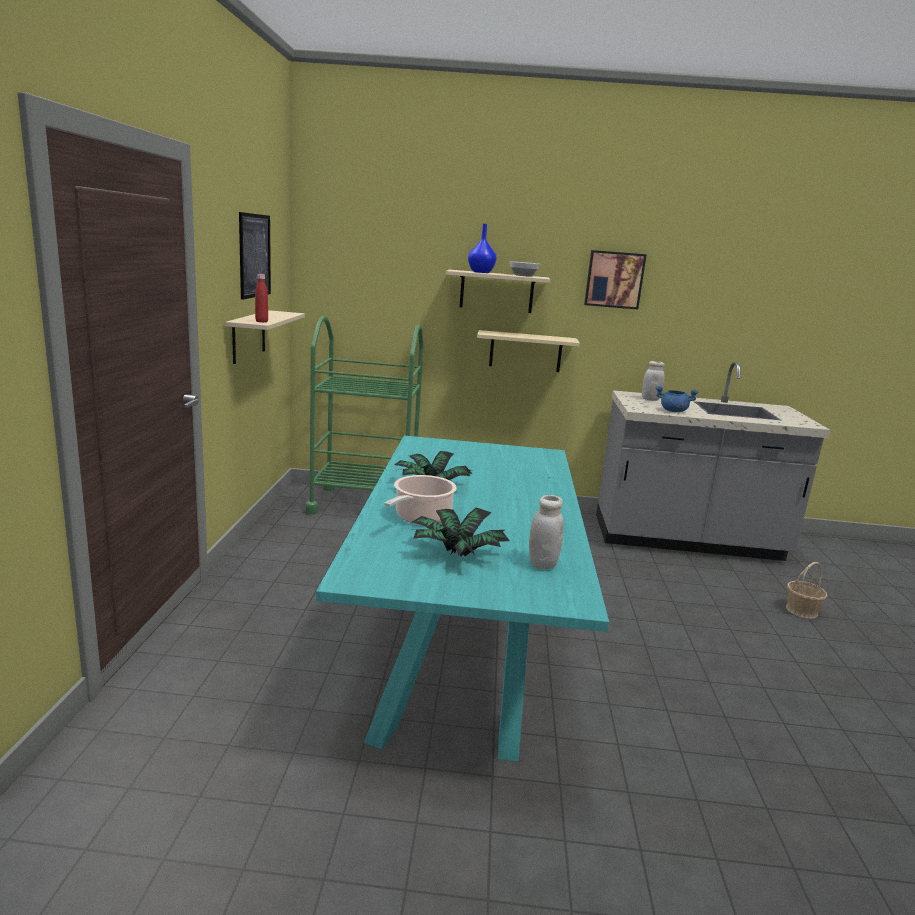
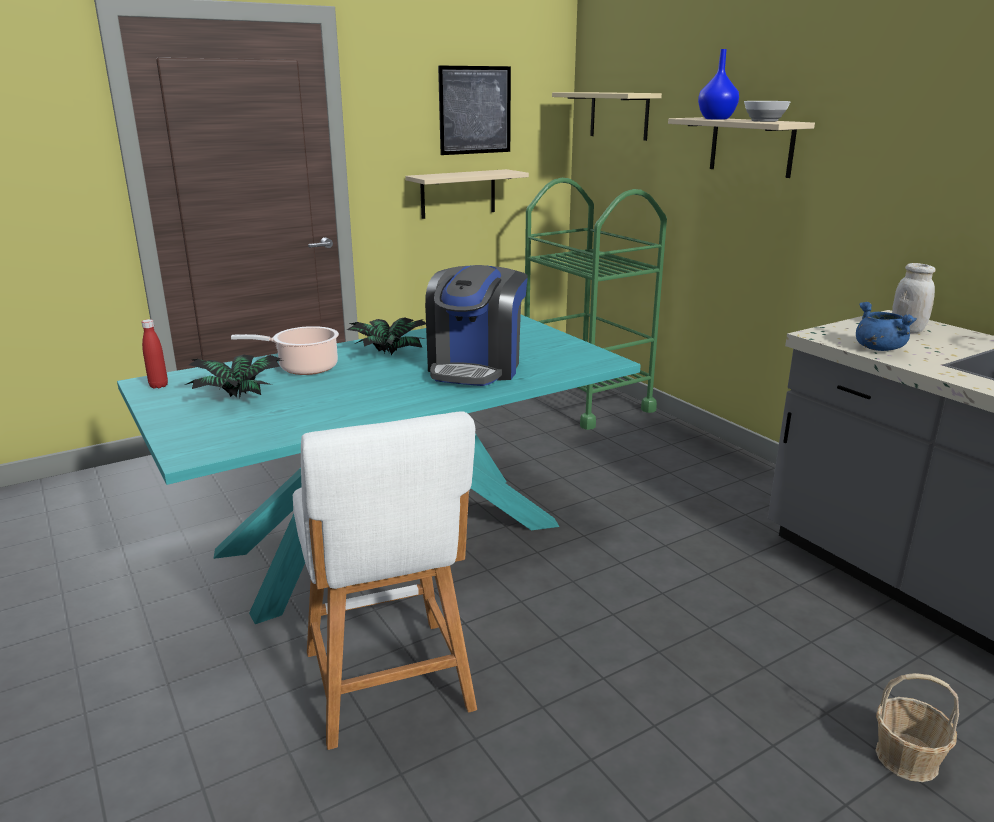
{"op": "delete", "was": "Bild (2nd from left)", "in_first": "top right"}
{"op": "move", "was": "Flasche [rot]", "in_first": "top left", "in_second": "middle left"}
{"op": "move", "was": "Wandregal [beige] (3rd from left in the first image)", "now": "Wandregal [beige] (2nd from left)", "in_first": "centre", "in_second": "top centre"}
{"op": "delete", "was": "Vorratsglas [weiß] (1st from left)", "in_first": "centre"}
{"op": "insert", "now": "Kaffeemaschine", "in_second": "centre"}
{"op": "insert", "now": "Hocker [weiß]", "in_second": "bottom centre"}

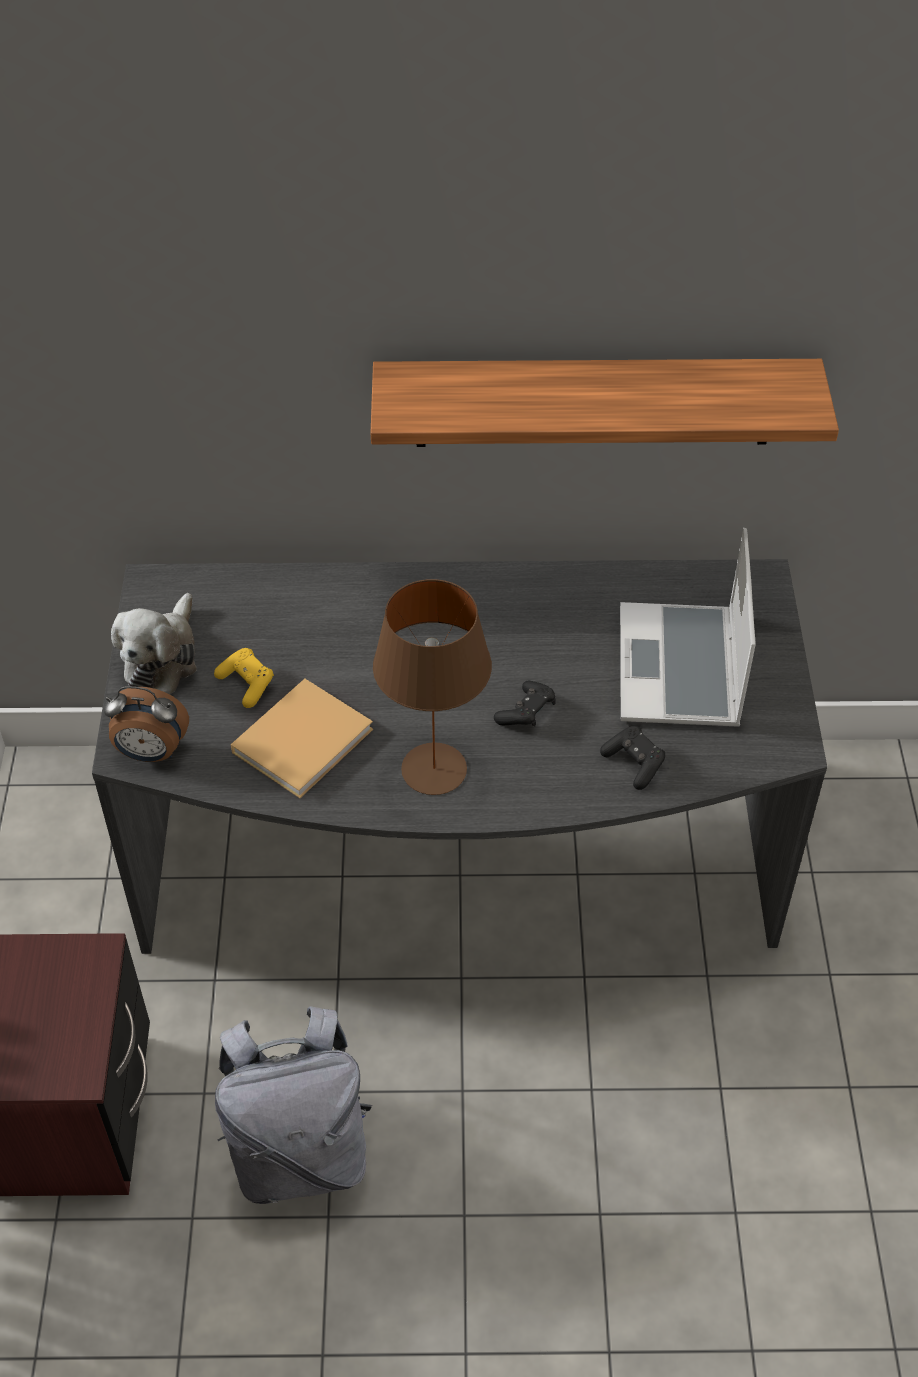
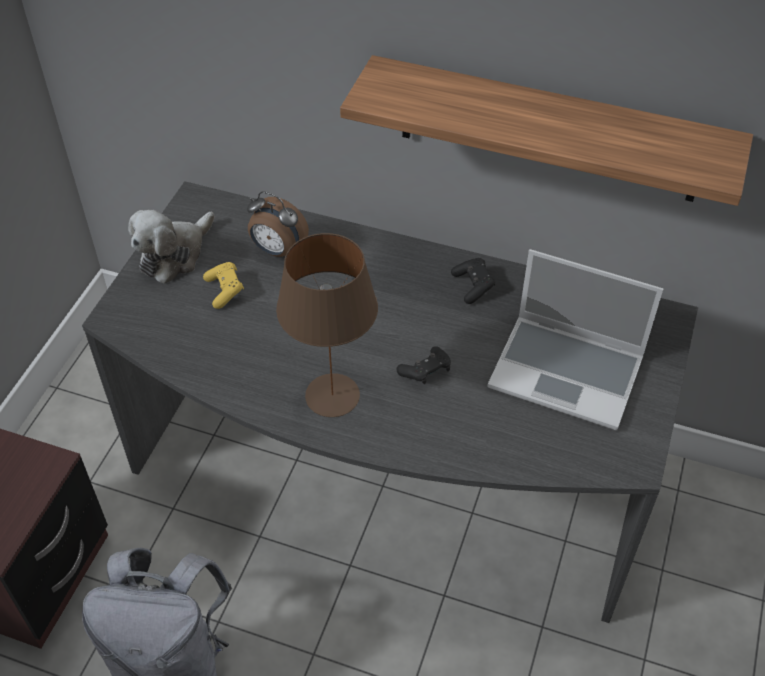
{"op": "rotate", "was": "Laptop", "in_first": "middle right", "in_second": "middle right", "clockwise": -90}
{"op": "delete", "was": "Buch [beige]", "in_first": "middle left"}
{"op": "move", "was": "Wecker", "in_first": "middle left", "in_second": "top centre"}
{"op": "move", "was": "Gamepad [schwarz] (2nd from left)", "in_first": "middle right", "in_second": "centre"}

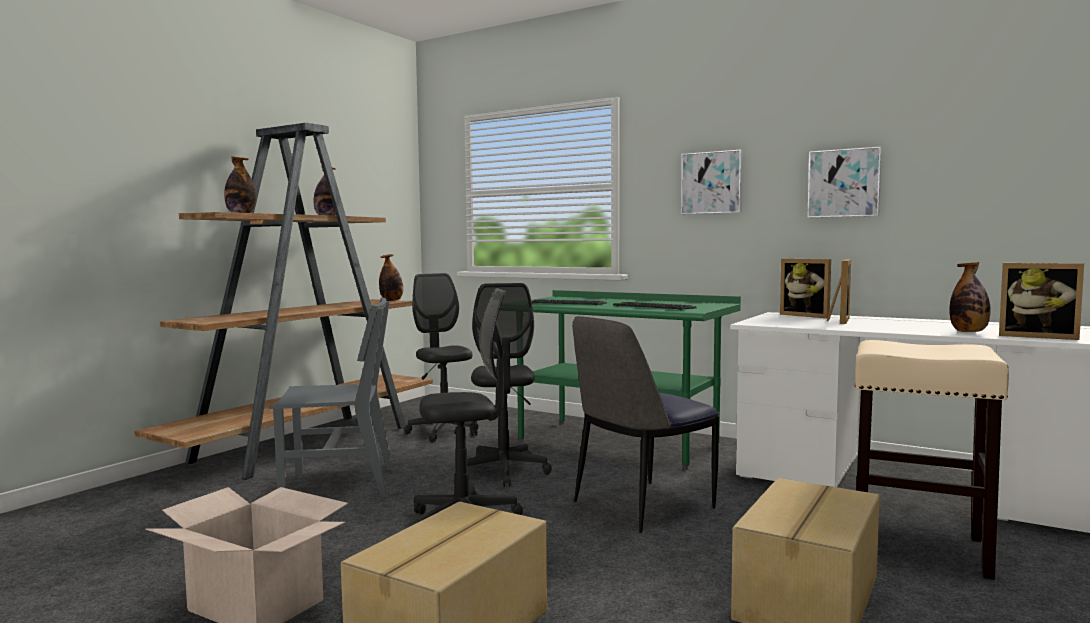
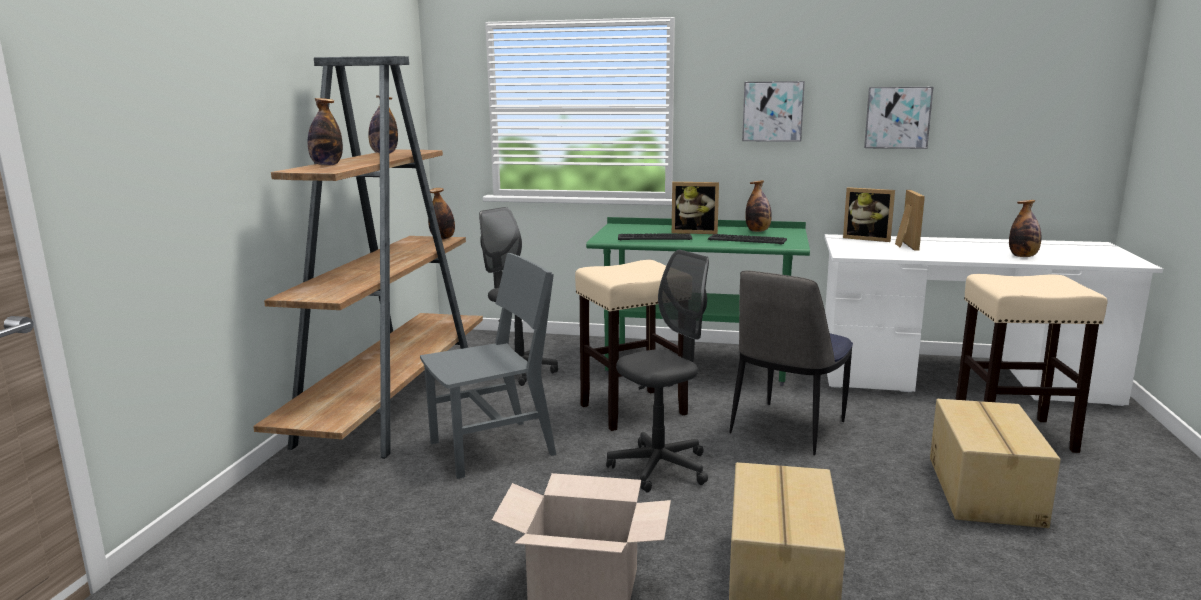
{"op": "move", "was": "Bilderrahmen (3rd from left in the first image)", "now": "Bilderrahmen (1st from left)", "in_first": "middle right", "in_second": "centre"}
{"op": "replace", "was": "Bürostuhl [grau] (3rd from left)", "now": "Hocker [beige] (1st from left)", "in_first": "centre", "in_second": "centre"}
{"op": "insert", "now": "Flasche (4th from left)", "in_second": "centre"}

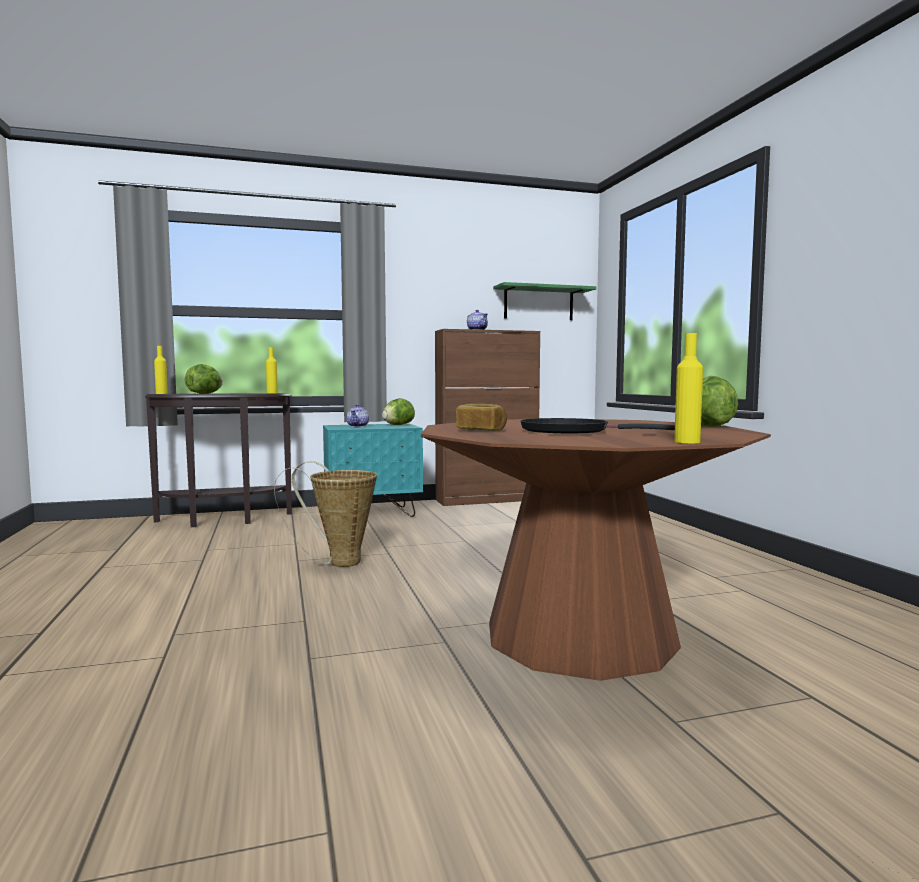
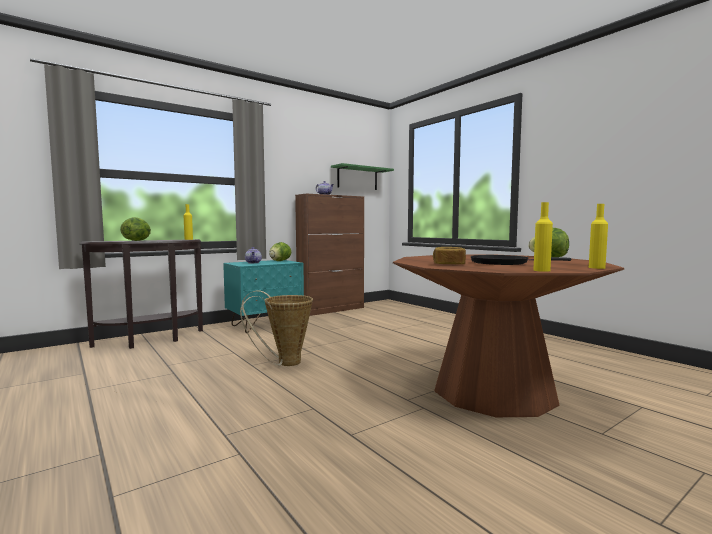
{"op": "move", "was": "Flasche [gelb] (1st from left in the first image)", "now": "Flasche [gelb] (2nd from left)", "in_first": "middle left", "in_second": "middle right"}

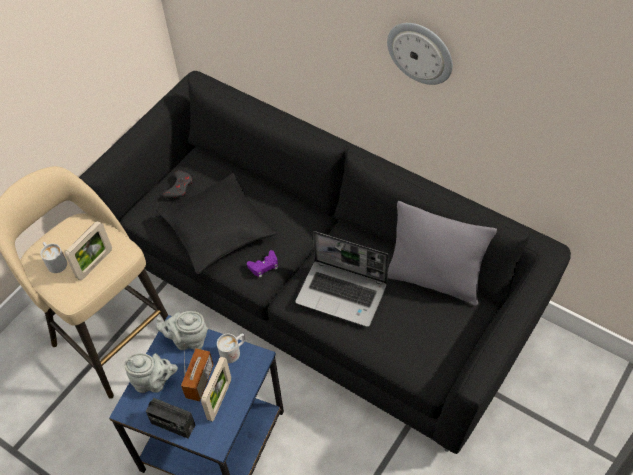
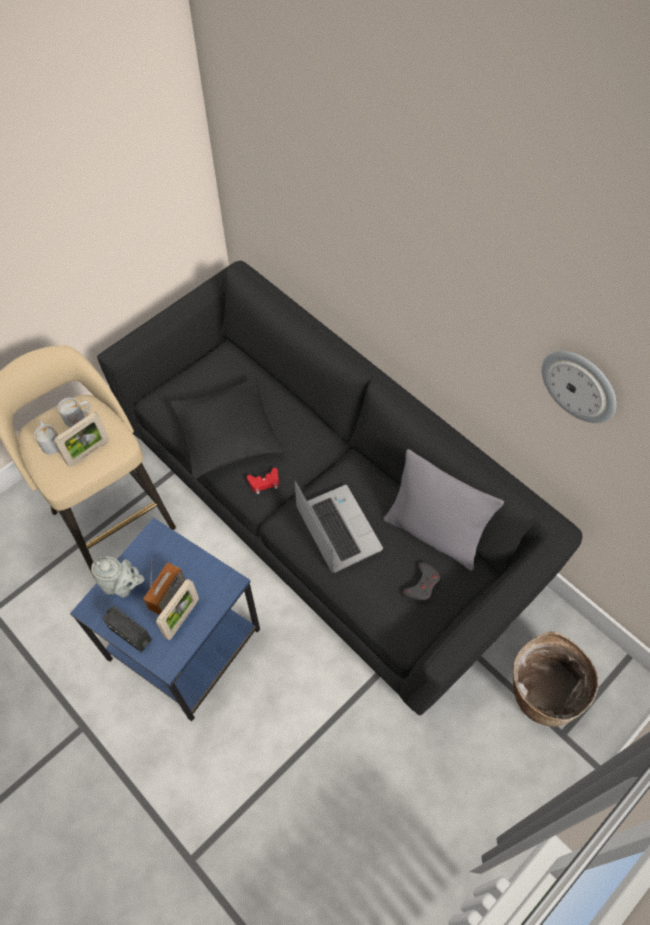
{"op": "move", "was": "Wanduhr", "in_first": "top centre", "in_second": "middle right"}
{"op": "move", "was": "Gamepad [grau]", "in_first": "middle left", "in_second": "centre"}
{"op": "rotate", "was": "Laptop", "in_first": "centre", "in_second": "centre", "clockwise": -150}
{"op": "recolor", "was": "Gamepad [lila]", "now": "Gamepad [rot]", "in_first": "centre", "in_second": "centre"}
{"op": "delete", "was": "Teekanne [grau] (2nd from left)", "in_first": "bottom left"}
{"op": "move", "was": "Henkelbecher [weiß] (2nd from left)", "in_first": "bottom centre", "in_second": "middle left"}
{"op": "insert", "now": "Korb", "in_second": "bottom right"}

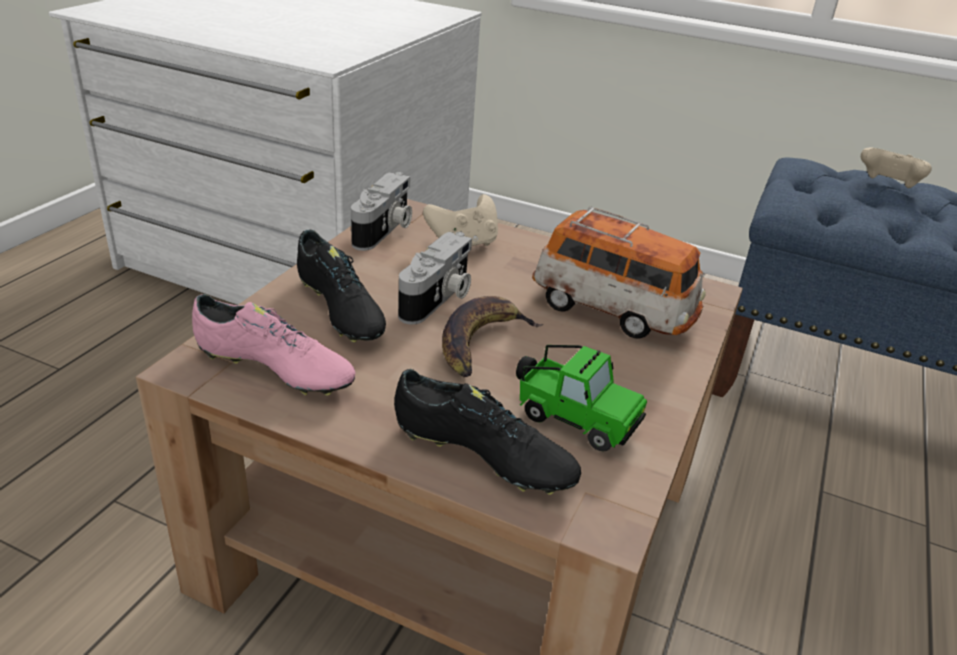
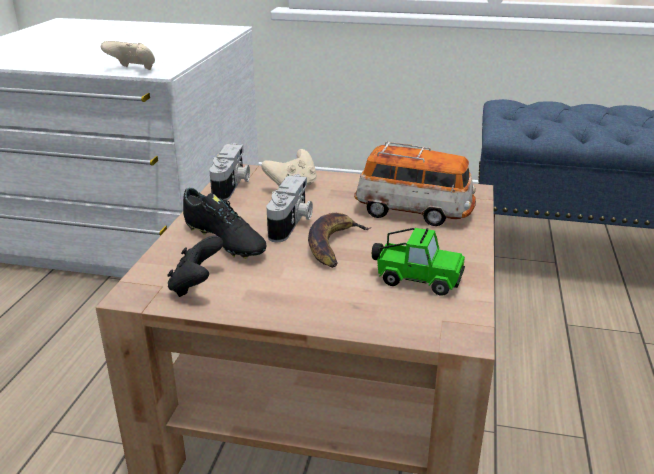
{"op": "move", "was": "Gamepad [beige] (2nd from left in the first image)", "now": "Gamepad [beige] (1st from left)", "in_first": "top right", "in_second": "top left"}
{"op": "replace", "was": "Schuh [rosa]", "now": "Gamepad [schwarz]", "in_first": "middle left", "in_second": "middle left"}
{"op": "delete", "was": "Schuh [schwarz] (2nd from left)", "in_first": "centre"}

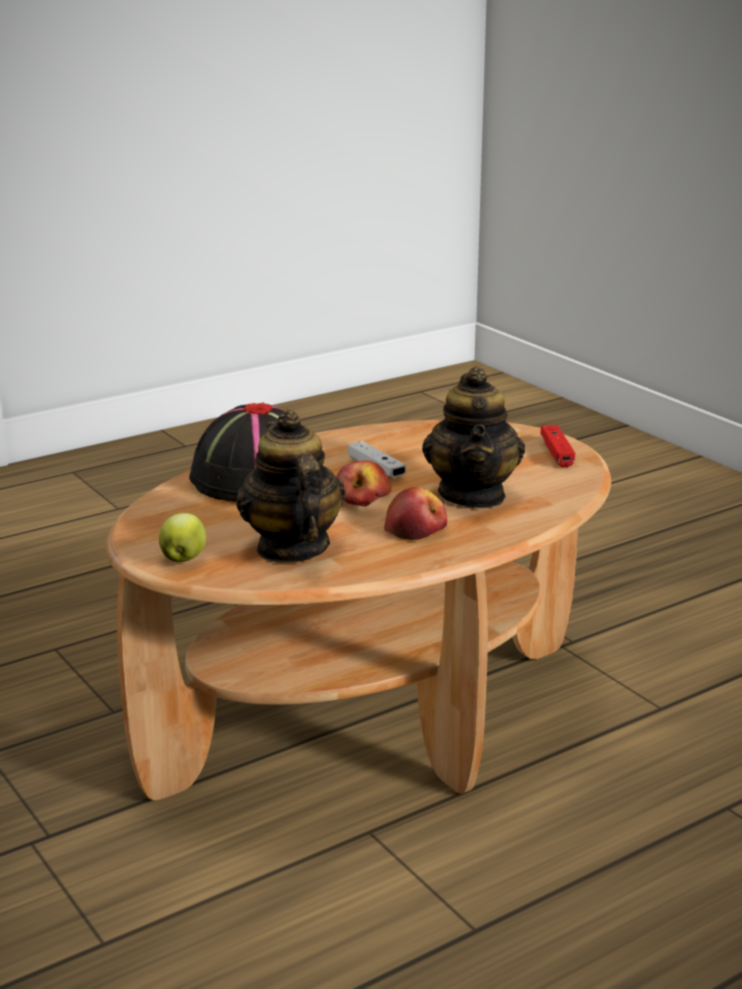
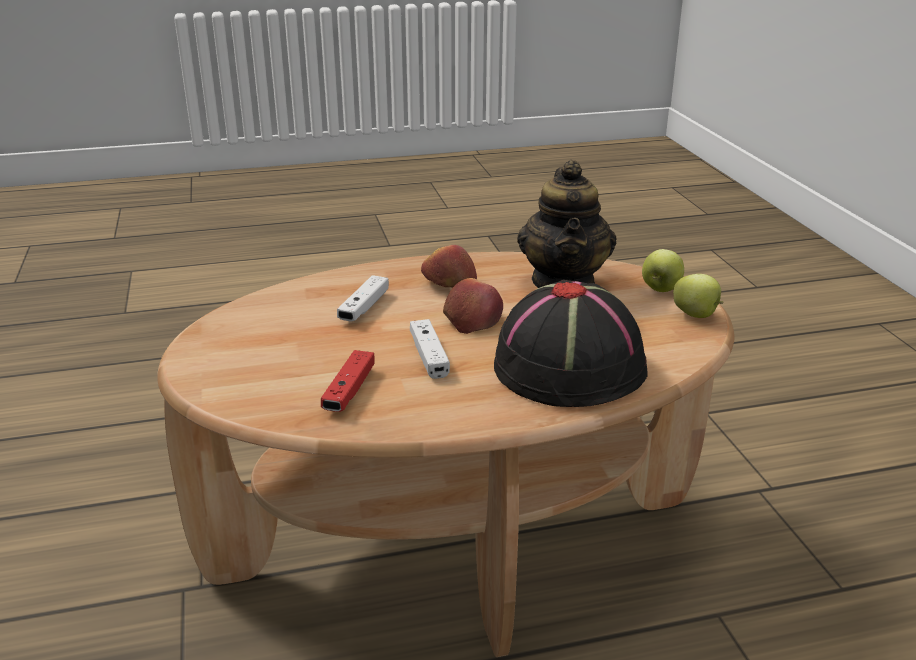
{"op": "replace", "was": "Teekanne (2nd from left)", "now": "Gamepad [weiß] (1st from left)", "in_first": "centre", "in_second": "centre"}
{"op": "move", "was": "Gamepad [rot]", "in_first": "middle right", "in_second": "centre"}
{"op": "insert", "now": "Apfel (4th from left)", "in_second": "middle right"}

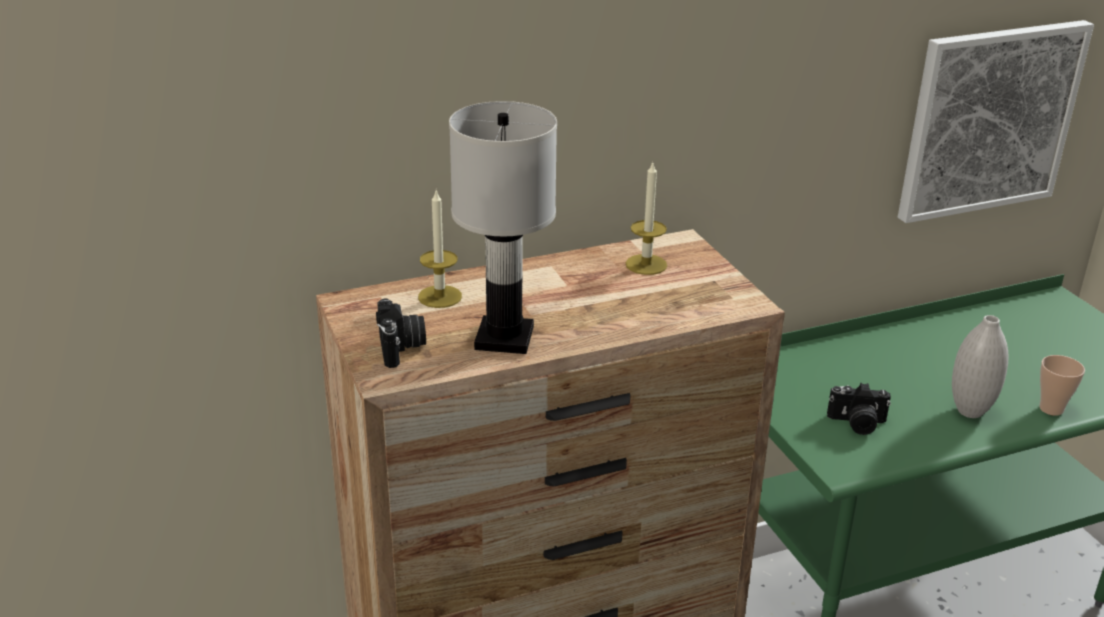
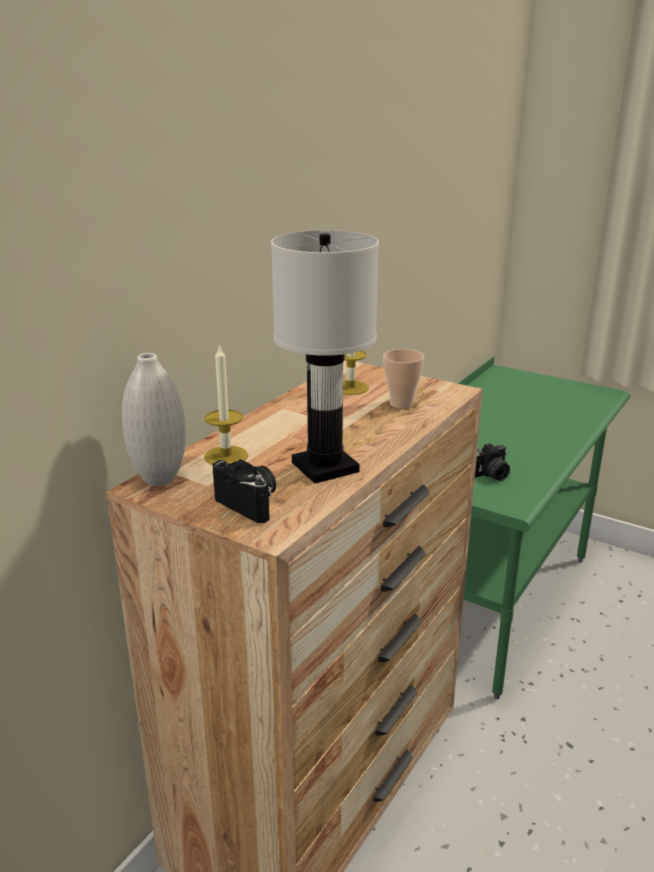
{"op": "delete", "was": "Bild", "in_first": "top right"}
{"op": "move", "was": "Vase [weiß]", "in_first": "middle right", "in_second": "middle left"}
{"op": "move", "was": "Tasse", "in_first": "middle right", "in_second": "centre"}

